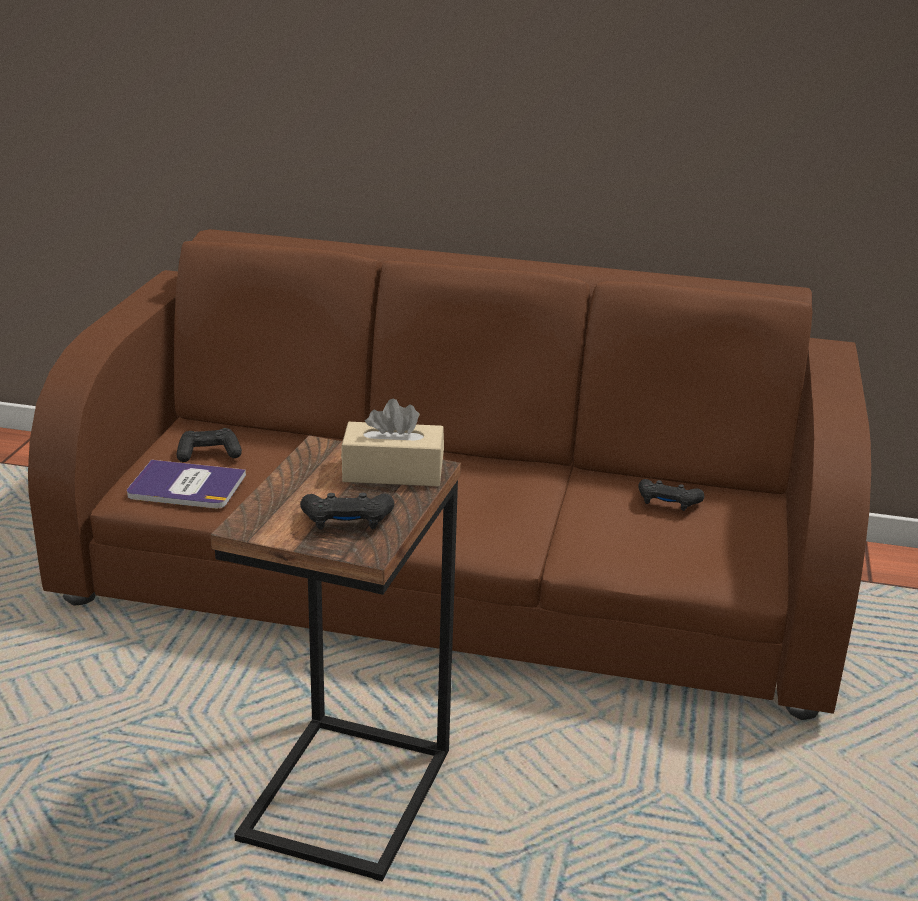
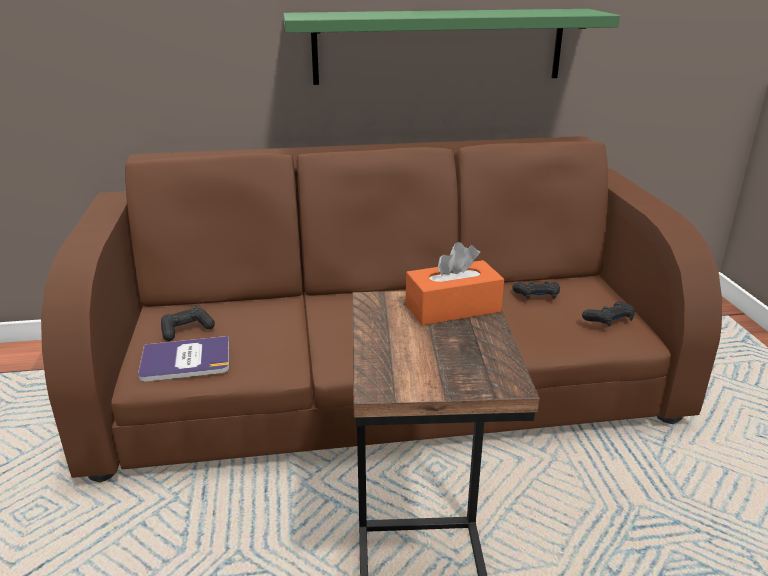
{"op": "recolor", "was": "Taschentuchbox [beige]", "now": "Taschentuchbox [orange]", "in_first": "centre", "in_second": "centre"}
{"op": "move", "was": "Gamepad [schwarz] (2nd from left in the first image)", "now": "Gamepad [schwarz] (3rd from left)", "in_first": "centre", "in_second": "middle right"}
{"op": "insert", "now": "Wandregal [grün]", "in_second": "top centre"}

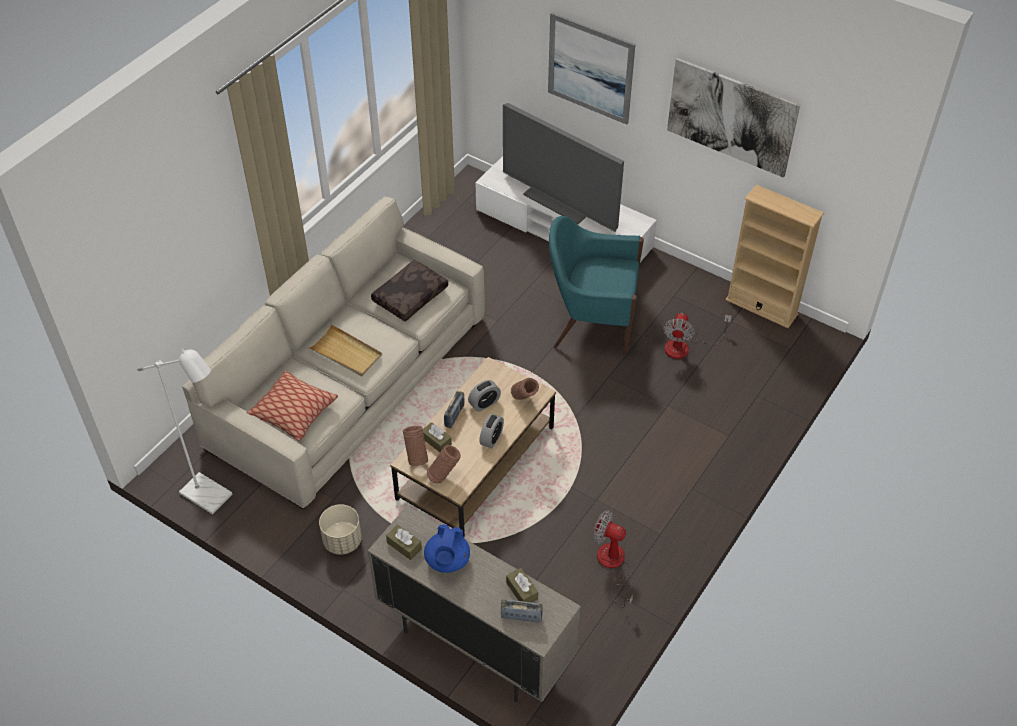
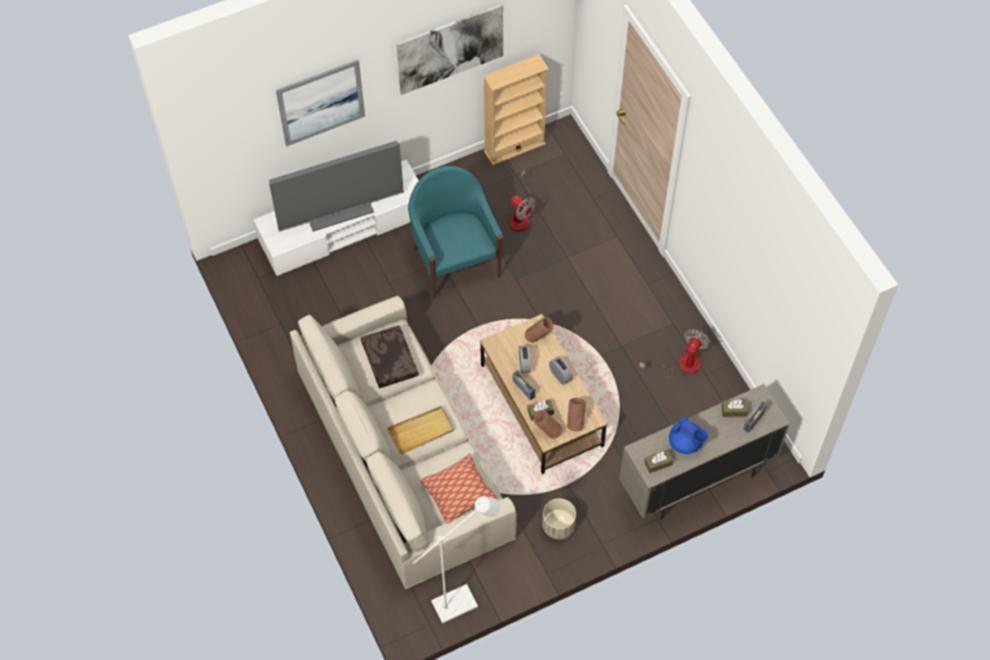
{"op": "rotate", "was": "Sessel [türkis]", "in_first": "centre", "in_second": "centre", "clockwise": 120}
{"op": "rotate", "was": "Ventilator (1st from left in the first image)", "in_first": "bottom centre", "in_second": "middle right", "clockwise": 150}

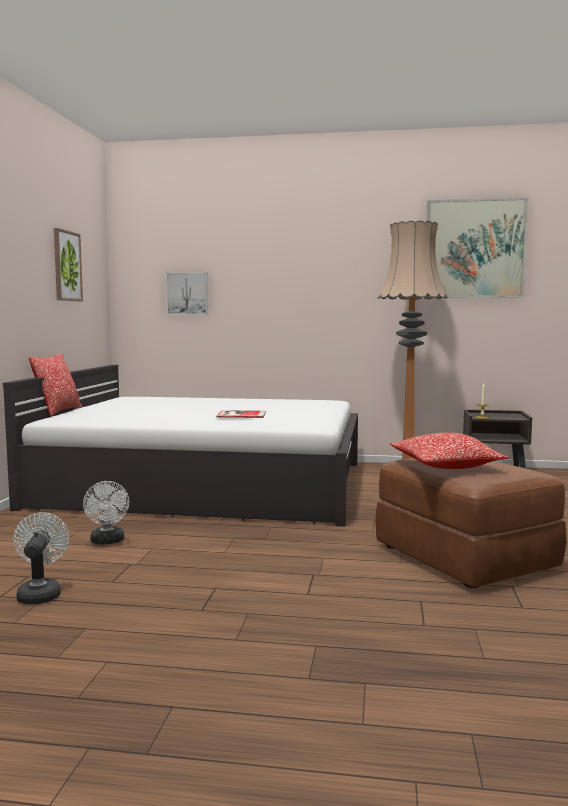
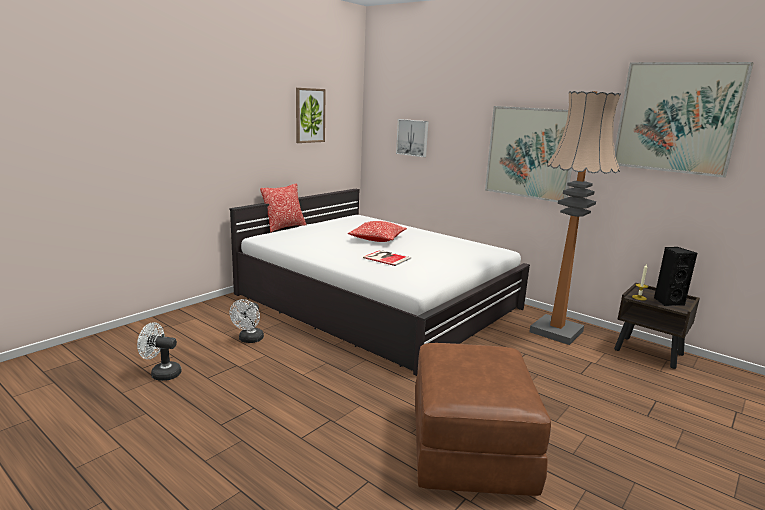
{"op": "move", "was": "Kissen (2nd from left)", "in_first": "middle right", "in_second": "centre"}
{"op": "rotate", "was": "Ventilator [weiß] (1st from left)", "in_first": "bottom left", "in_second": "bottom left", "clockwise": -105}
{"op": "insert", "now": "Bild (3rd from left)", "in_second": "top right"}
{"op": "insert", "now": "Lautsprecher [schwarz]", "in_second": "middle right"}

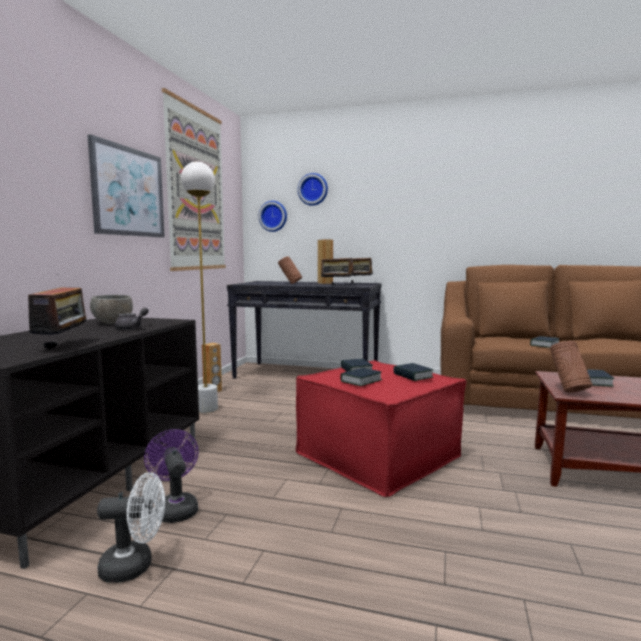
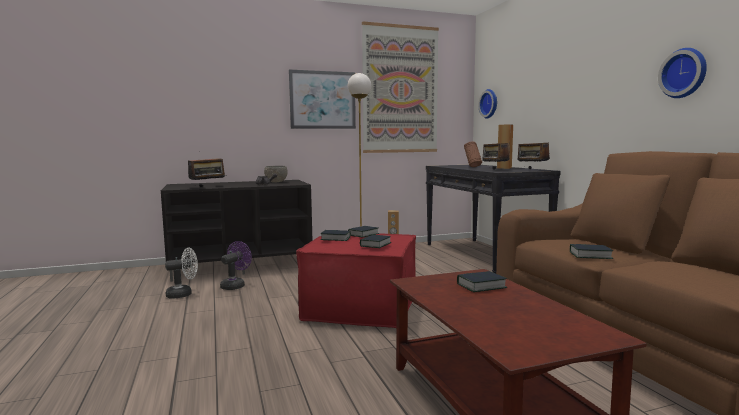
{"op": "move", "was": "Wanduhr (2nd from left)", "in_first": "top centre", "in_second": "top right"}
{"op": "delete", "was": "Vase [braun] (2nd from left)", "in_first": "middle right"}
{"op": "rotate", "was": "Ventilator [weiß]", "in_first": "bottom left", "in_second": "middle left", "clockwise": -75}

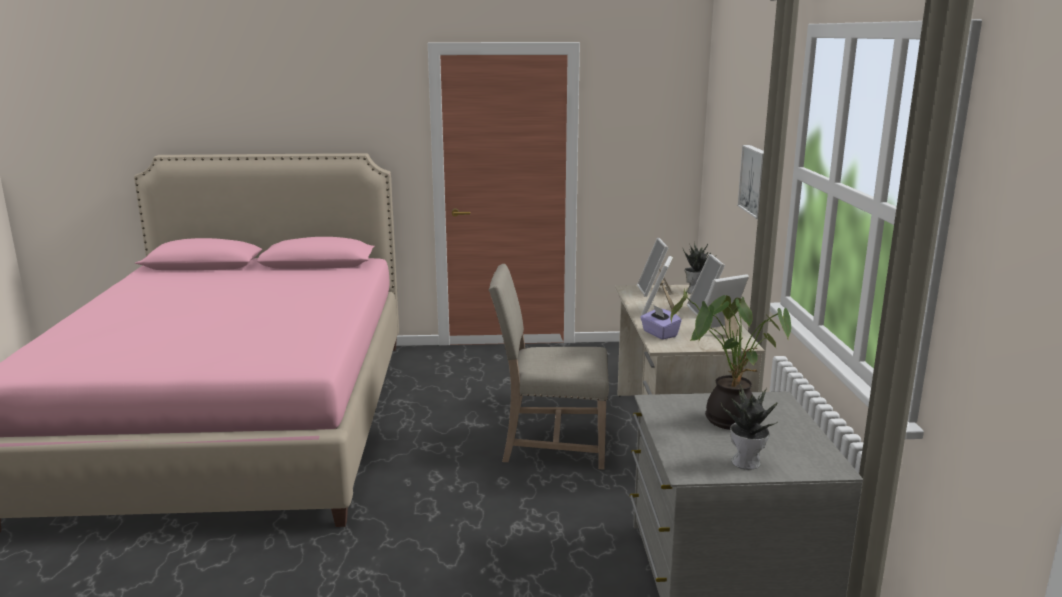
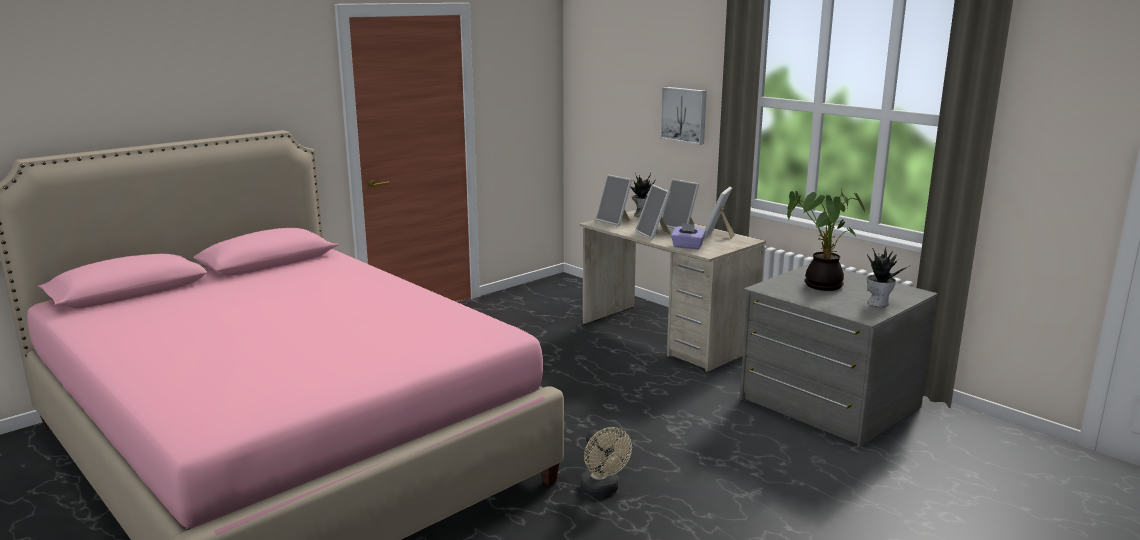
{"op": "delete", "was": "Stuhl [beige]", "in_first": "centre"}
{"op": "insert", "now": "Ventilator [beige]", "in_second": "bottom centre"}

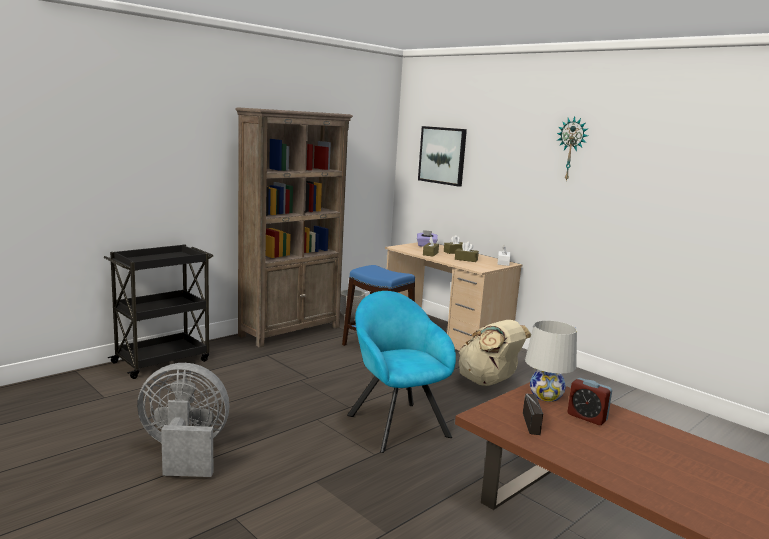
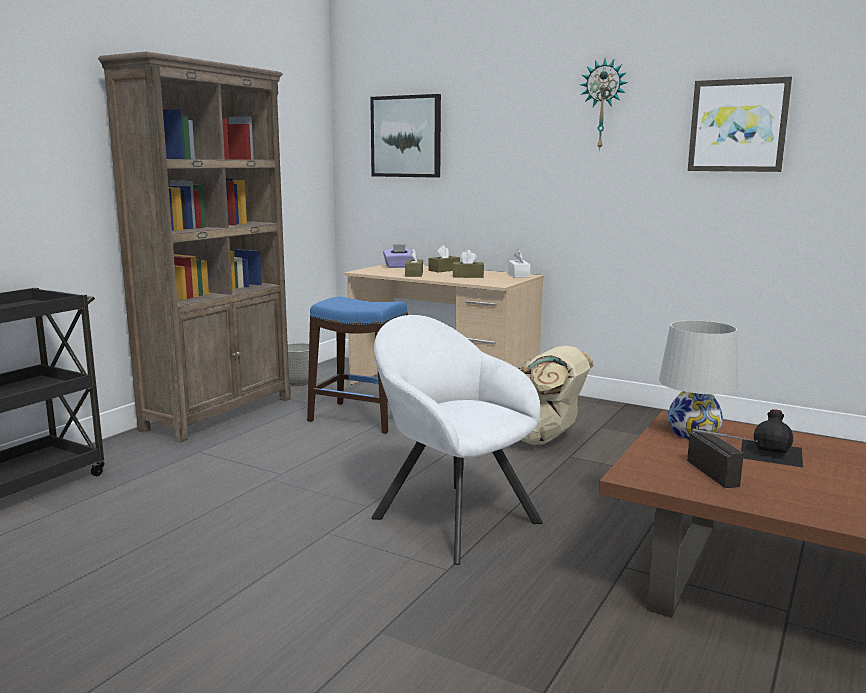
{"op": "recolor", "was": "Sessel [türkis]", "now": "Sessel [weiß]", "in_first": "bottom centre", "in_second": "centre"}
{"op": "delete", "was": "Ventilator [grau]", "in_first": "bottom left"}
{"op": "replace", "was": "Wecker", "now": "Flasche [schwarz]", "in_first": "bottom right", "in_second": "middle right"}
{"op": "insert", "now": "Bild (2nd from left)", "in_second": "top right"}

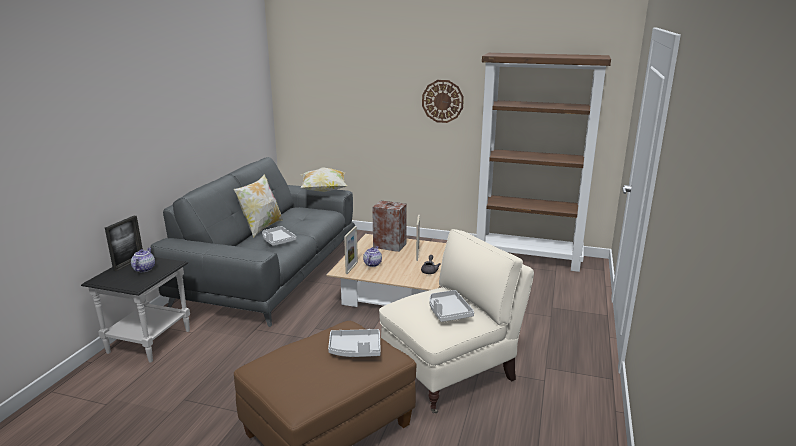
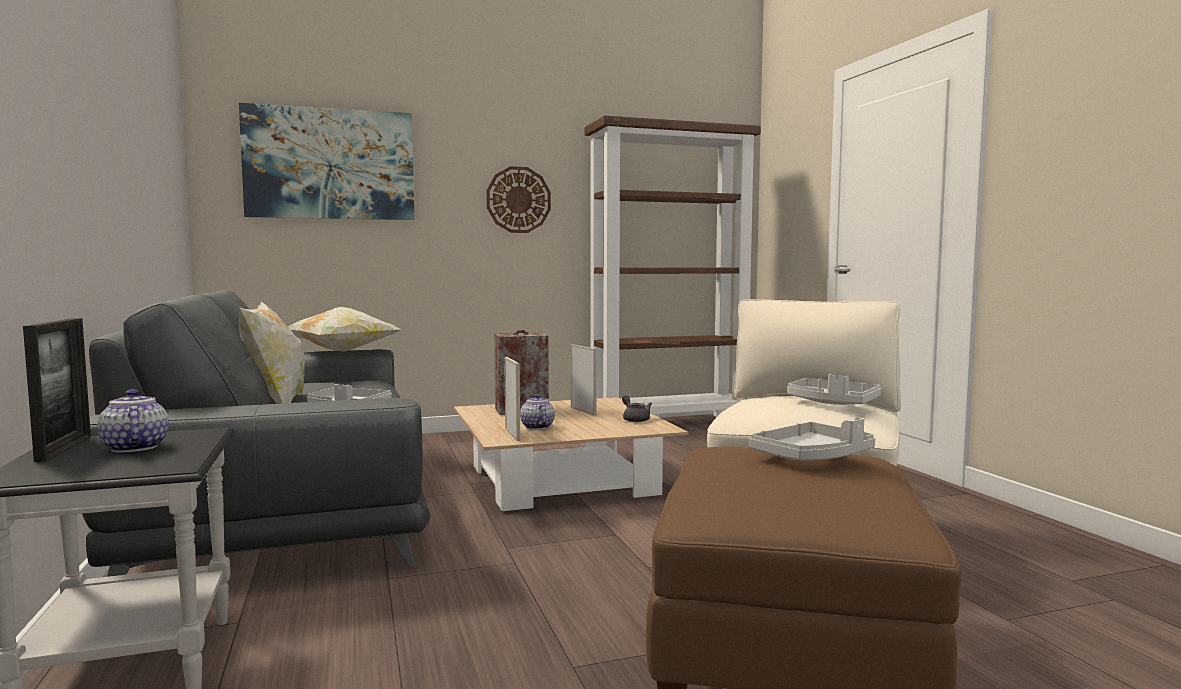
{"op": "insert", "now": "Bild", "in_second": "top left"}

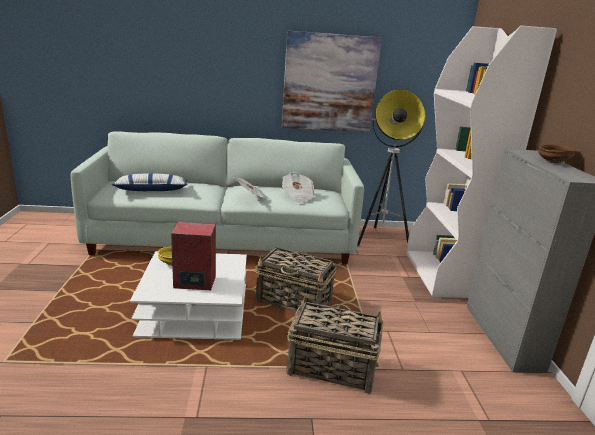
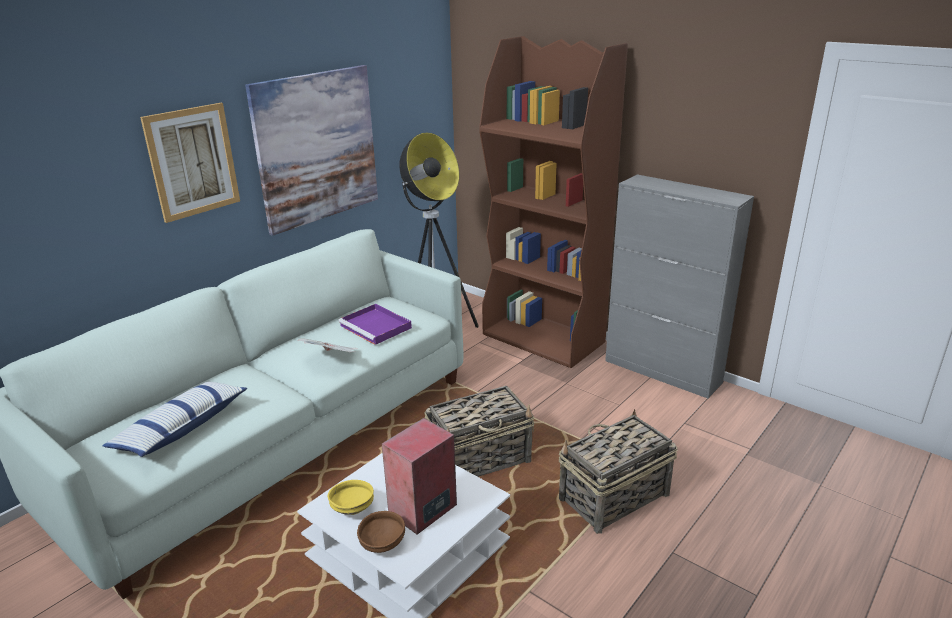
{"op": "recolor", "was": "Bücherregal [weiß]", "now": "Bücherregal [braun]", "in_first": "middle right", "in_second": "top centre"}
{"op": "move", "was": "Schüssel [braun]", "in_first": "middle right", "in_second": "bottom centre"}
{"op": "replace", "was": "Zeitung (2nd from left)", "now": "Tablett [lila]", "in_first": "centre", "in_second": "centre"}
{"op": "insert", "now": "Bild (1st from left)", "in_second": "top left"}

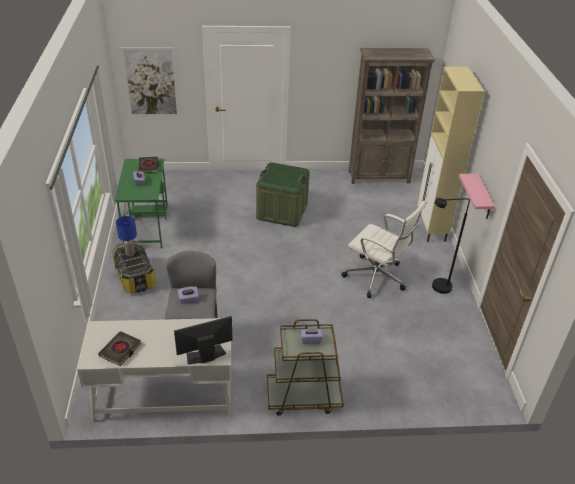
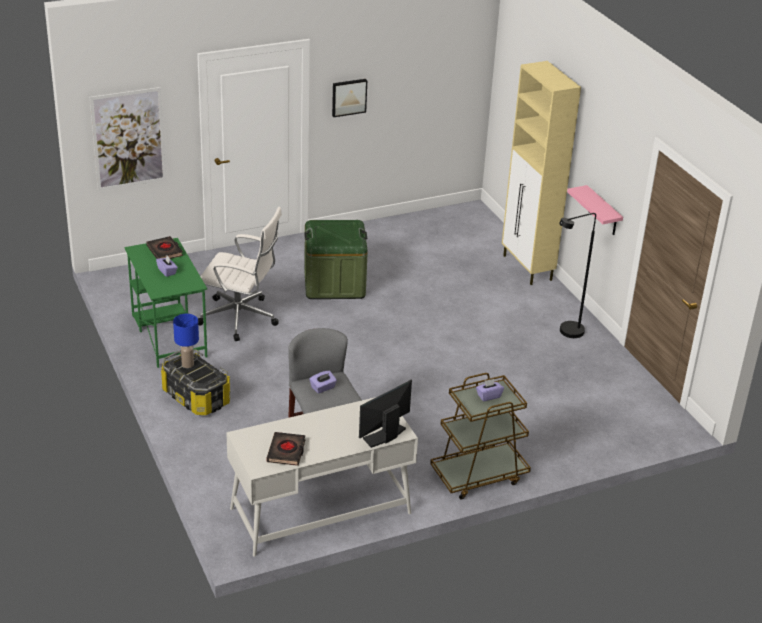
{"op": "delete", "was": "Bücherregal [braun]", "in_first": "top right"}
{"op": "move", "was": "Bürostuhl [weiß]", "in_first": "centre", "in_second": "middle left"}
{"op": "insert", "now": "Bild (2nd from left)", "in_second": "top centre"}

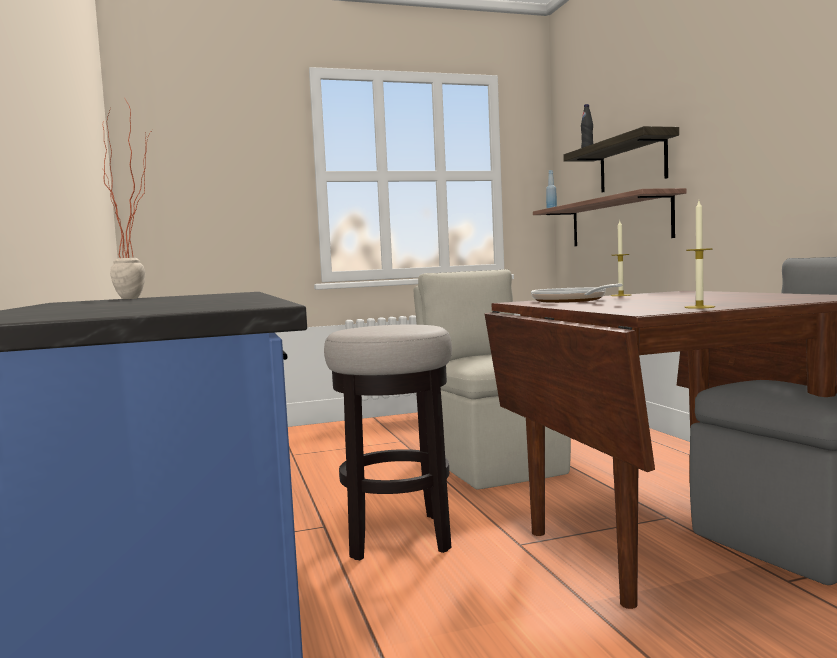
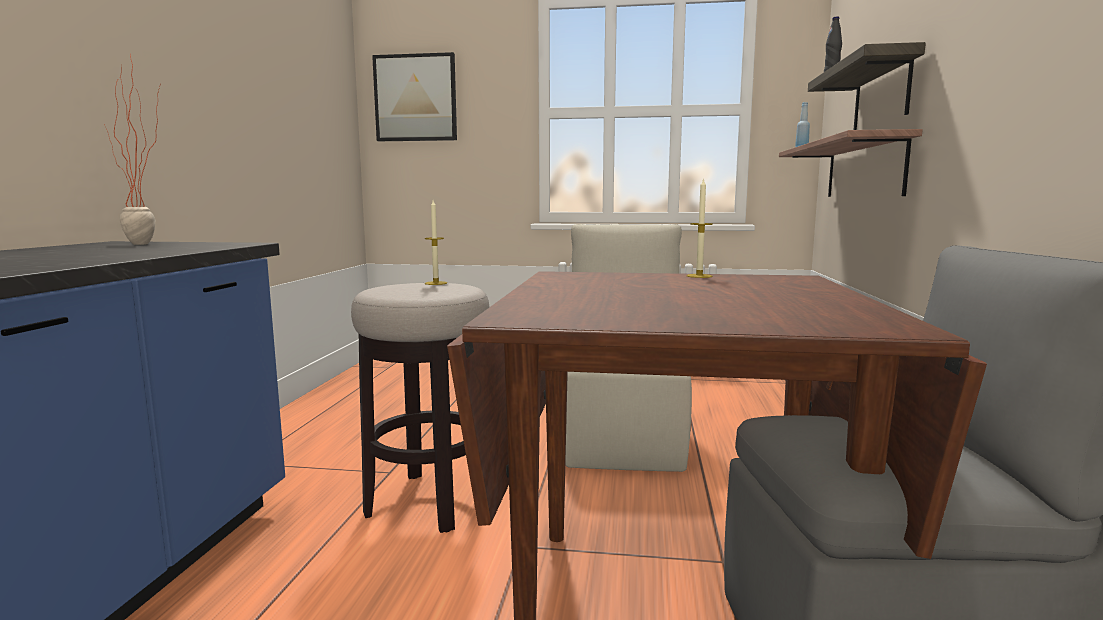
{"op": "move", "was": "Kerze (2nd from left in the first image)", "now": "Kerze (1st from left)", "in_first": "middle right", "in_second": "centre"}
{"op": "delete", "was": "Pfanne", "in_first": "middle right"}
{"op": "insert", "now": "Bild", "in_second": "top centre"}

